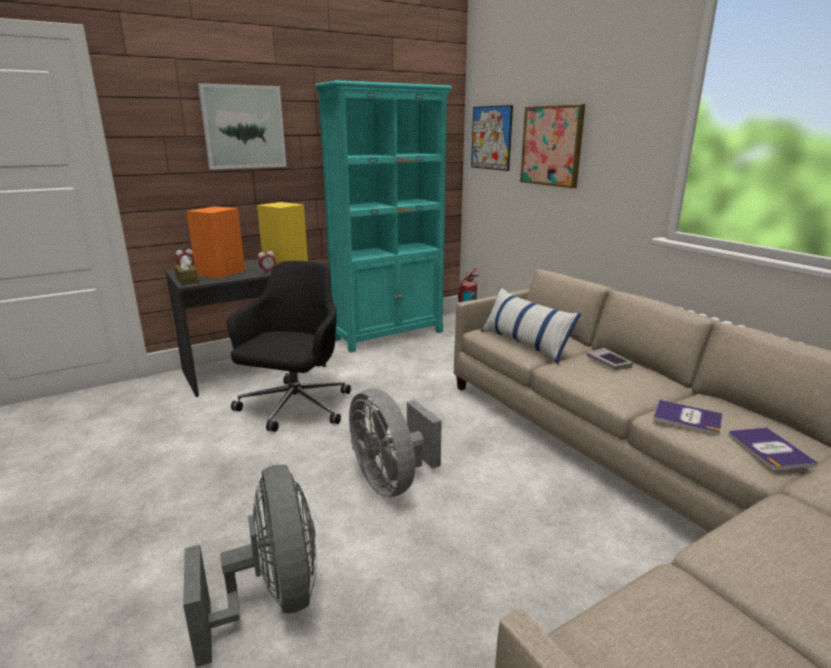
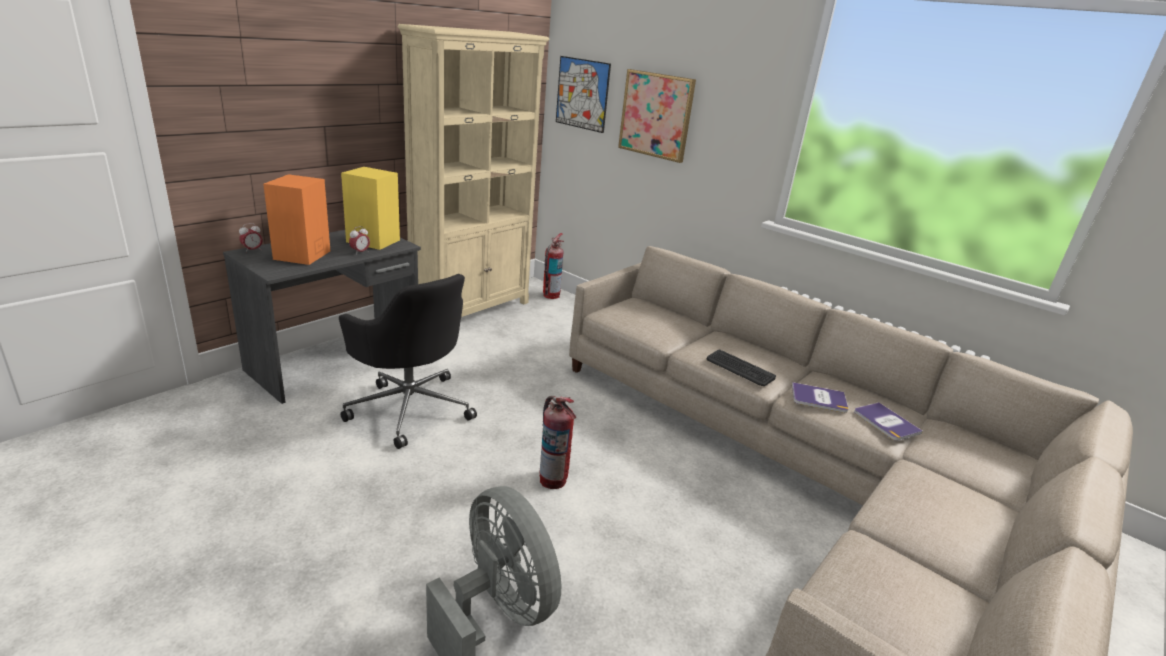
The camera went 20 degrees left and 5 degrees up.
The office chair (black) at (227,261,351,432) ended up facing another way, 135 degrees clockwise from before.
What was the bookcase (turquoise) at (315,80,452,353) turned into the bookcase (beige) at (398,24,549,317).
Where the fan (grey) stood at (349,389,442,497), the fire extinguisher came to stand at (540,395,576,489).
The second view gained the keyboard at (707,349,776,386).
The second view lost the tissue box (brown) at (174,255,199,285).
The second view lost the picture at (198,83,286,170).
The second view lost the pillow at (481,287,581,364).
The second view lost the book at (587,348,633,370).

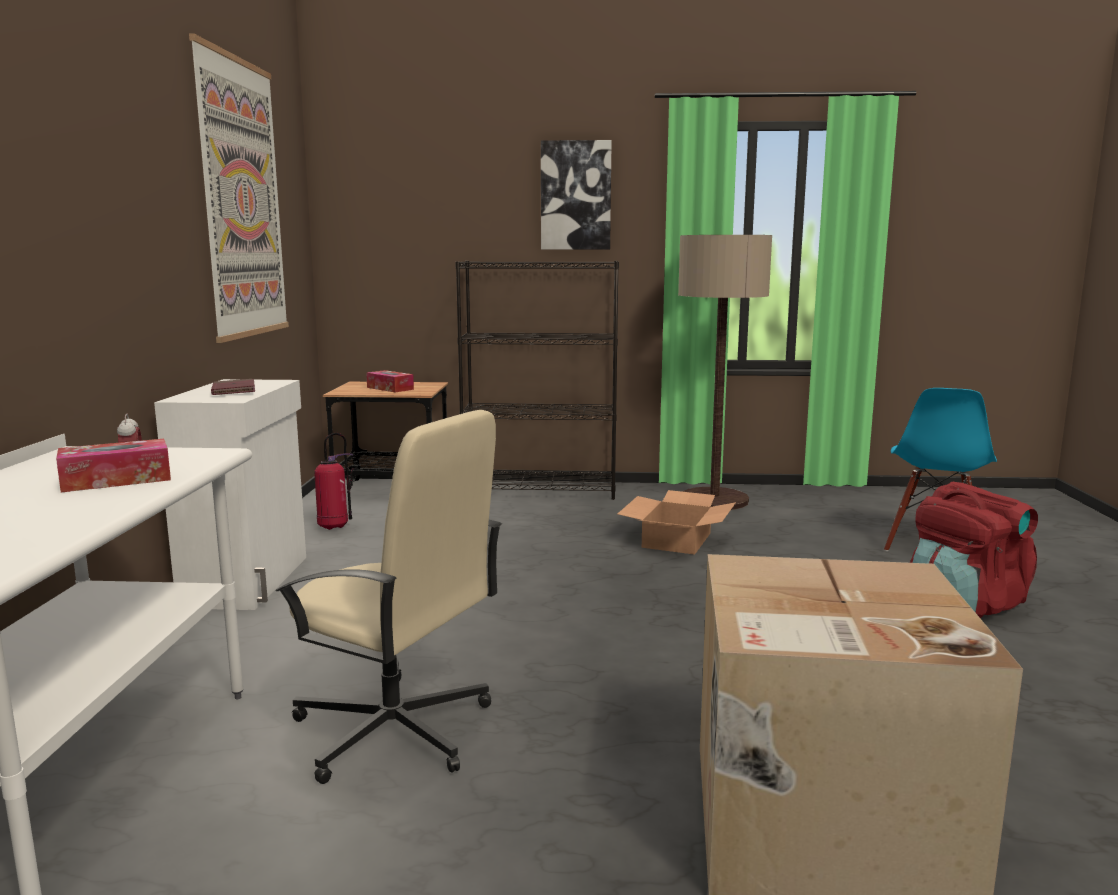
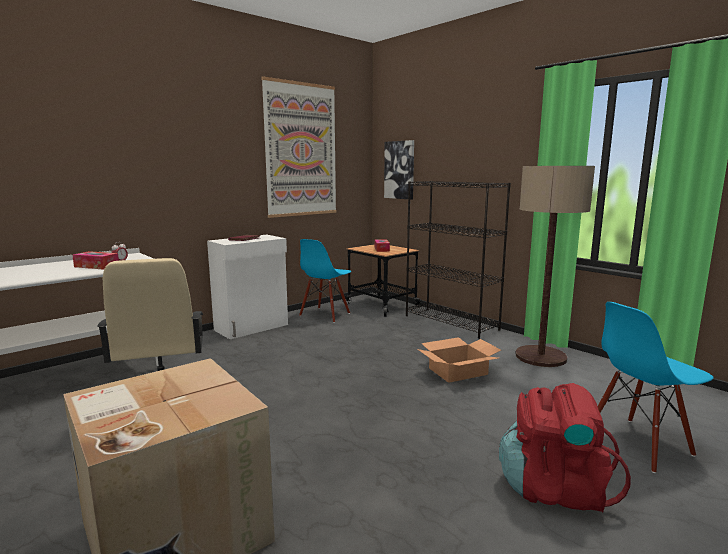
The camera went 45 degrees right and 0 degrees up.
Where the fire extinguisher stood at (314,433,353,530), the chair (blue) came to stand at (299,239,351,323).
The picture ended up elsewhere, having gone from (541,140,612,249) to (384,140,414,200).

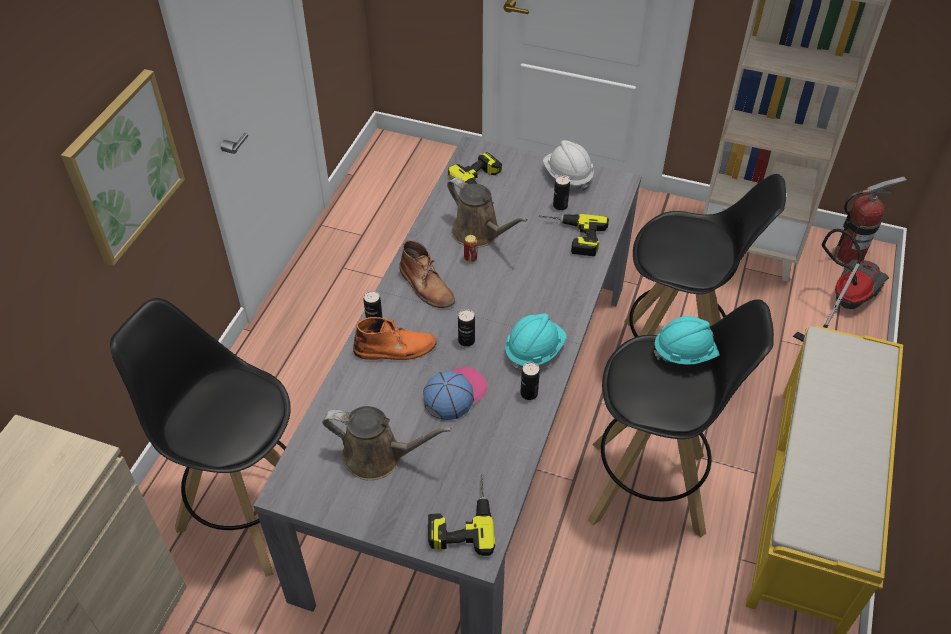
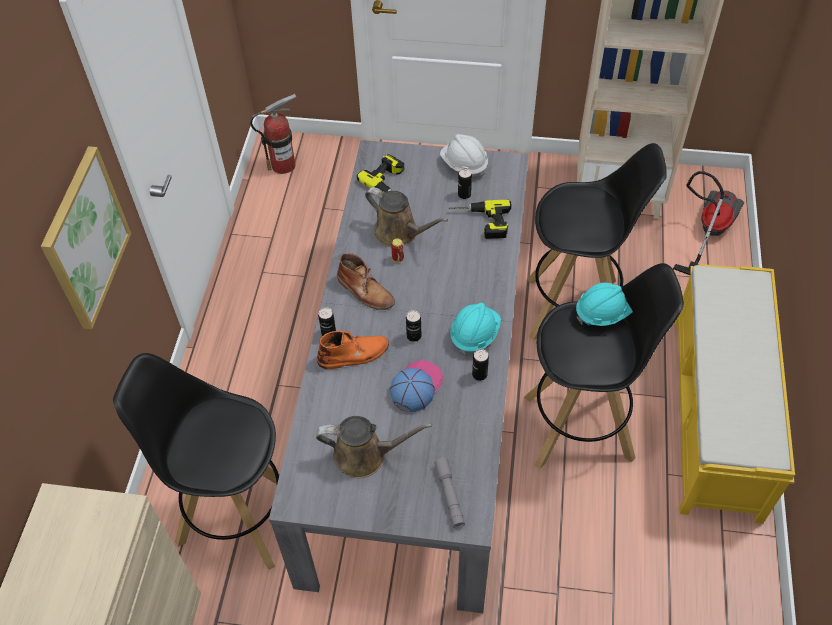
The camera went 10 degrees left and 5 degrees up.
The fire extinguisher ended up elsewhere, having gone from (833,177,906,264) to (250,94,296,174).
Where the power drill stood at (428,474,495,556), the flashlight (grey) came to stand at (434,457,465,528).

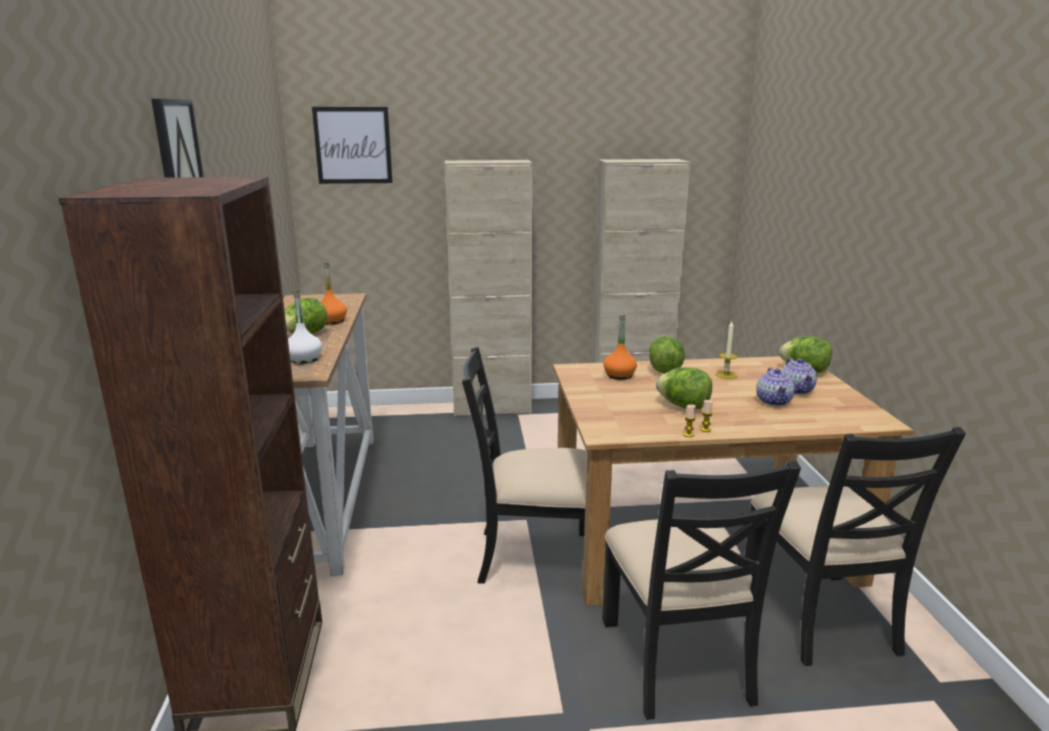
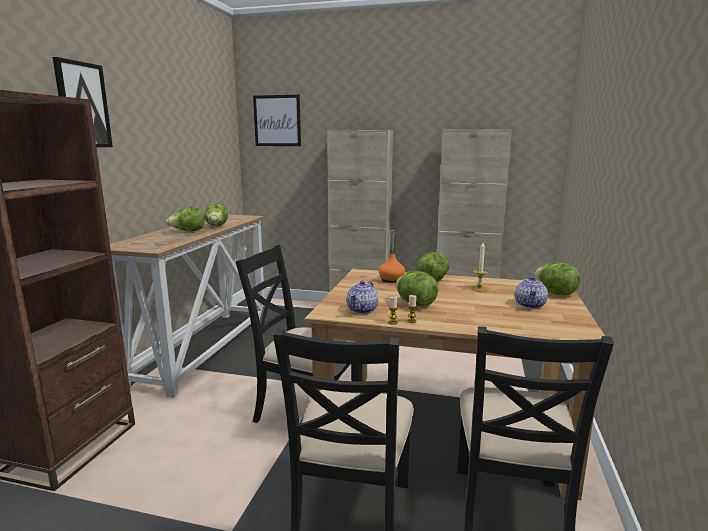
The camera went 20 degrees right and 5 degrees down.
Where the bottle (orange) stood at (321,262,347,325), the lettuce came to stand at (204,203,228,226).
The teapot ended up elsewhere, having gone from (756,368,795,406) to (347,280,378,314).
The second view lost the bottle (white) at (288,291,322,364).

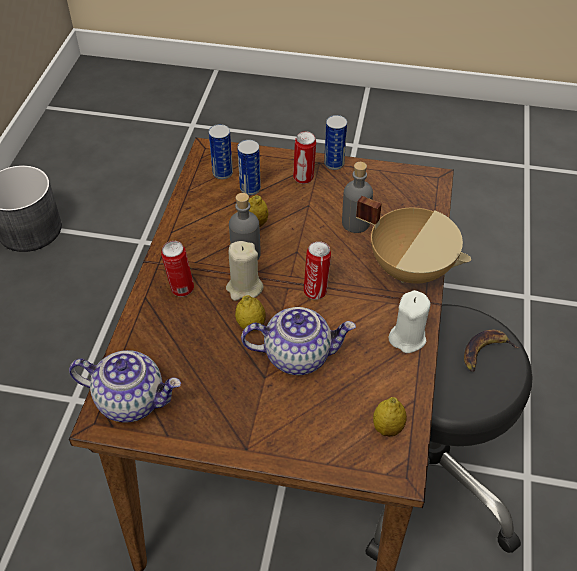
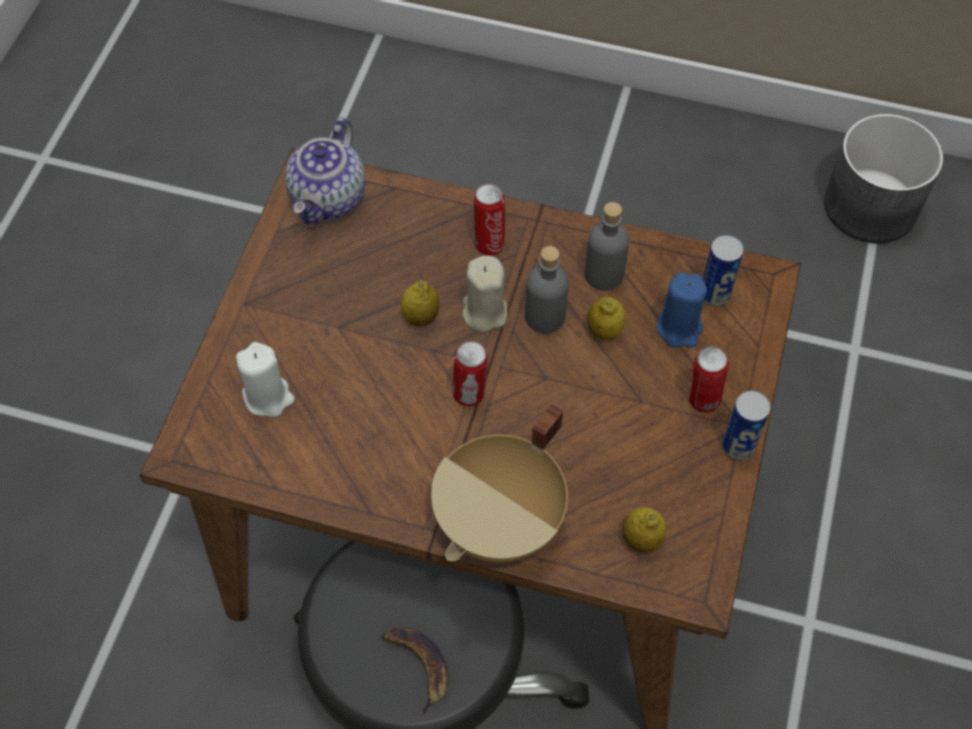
The camera went 95 degrees right and 10 degrees up.
The candle (white) ended up elsewhere, having gone from (389,290,431,353) to (236,342,295,417).
The bottle (grey) ended up elsewhere, having gone from (342,162,373,233) to (584,202,630,290).
The lemon ended up elsewhere, having gone from (373,397,407,436) to (623,507,666,552).
Where the can stood at (237,140,261,195), the candle (blue) came to stand at (656,272,707,348).
The second view lost the teapot at (241,307,356,375).

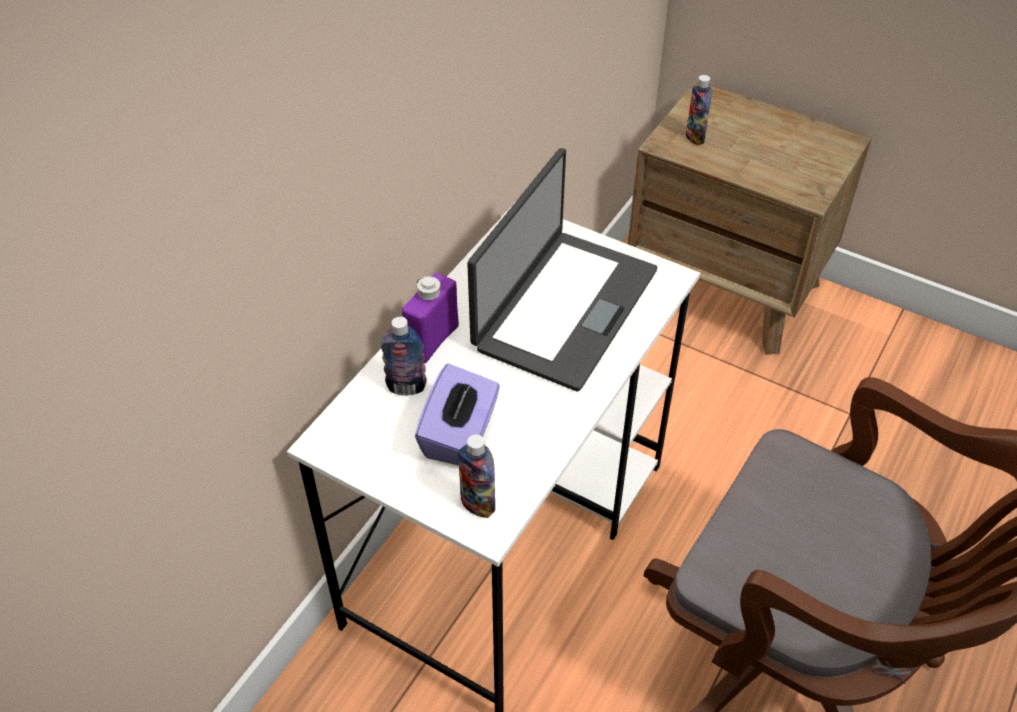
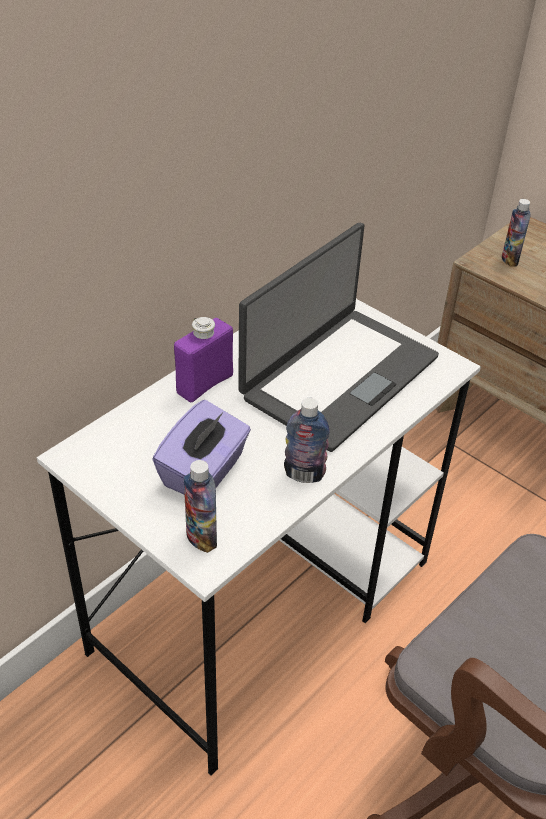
The camera went 10 degrees right and 5 degrees down.
The bottle ended up elsewhere, having gone from (381,317,427,396) to (284,398,330,483).

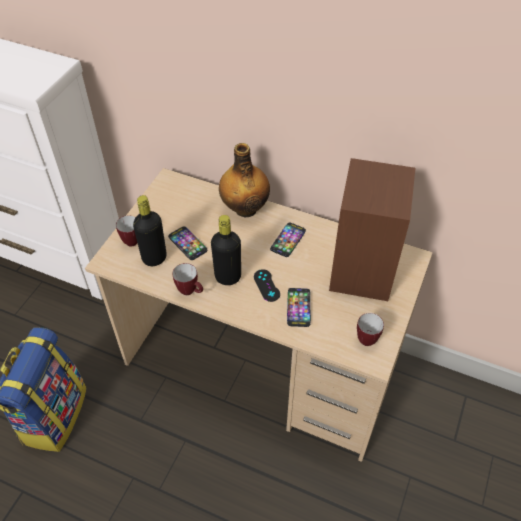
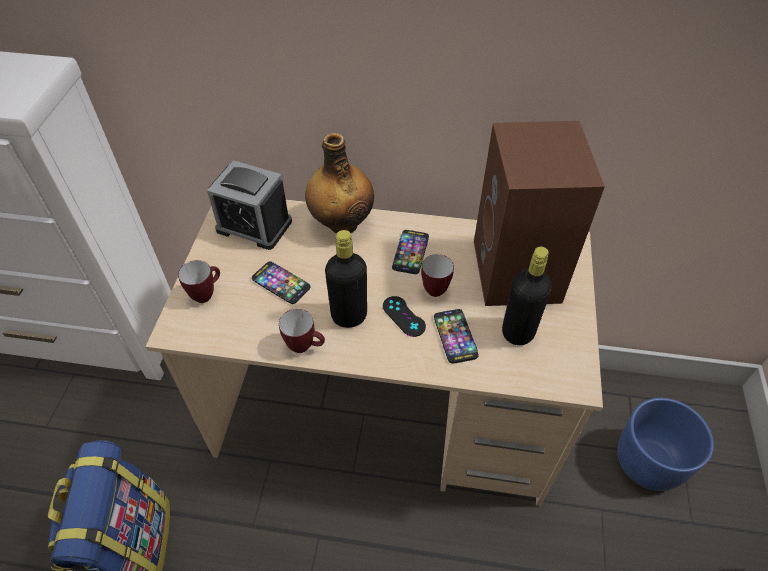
The camera went 15 degrees left and 0 degrees up.
The second view gained the alarm clock at (207,160,292,250).
The mug ended up elsewhere, having gone from (357,313,384,346) to (421,254,454,297).
The bottle (black) ended up elsewhere, having gone from (133,195,167,266) to (502,247,552,345).
The second view gained the planter (blue) at (618,398,714,491).

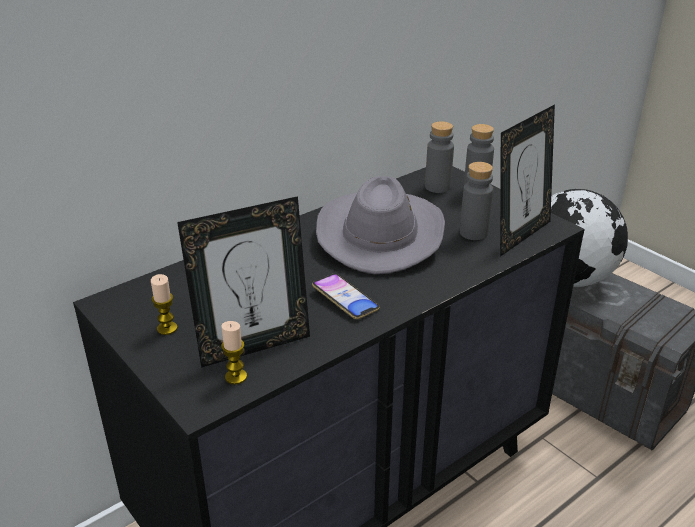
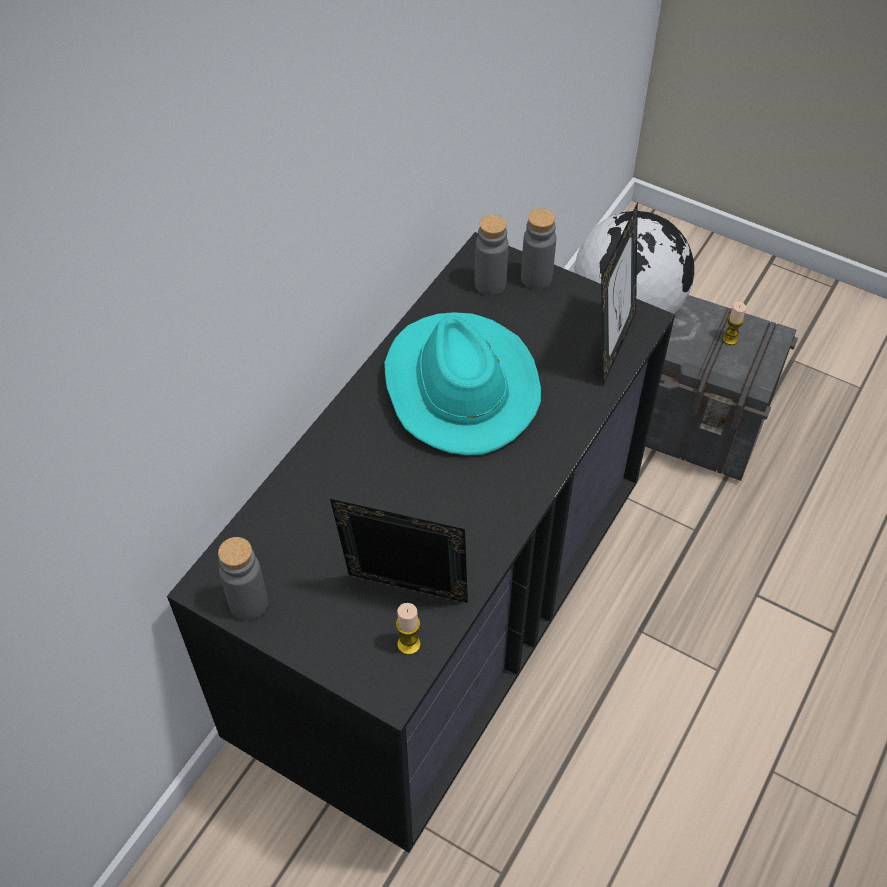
The camera went 20 degrees left and 20 degrees up.
The bottle (grey) ended up elsewhere, having gone from (460,162,493,240) to (218,537,268,620).
The picture frame at (177,196,310,368) ended up facing another way, 120 degrees counterclockwise from before.
What was the hat (grey) at (316,176,445,275) turned into the hat (turquoise) at (384,312,541,455).
The candle ended up elsewhere, having gone from (151,274,178,335) to (722,301,746,345).
The second view lost the phone at (312,274,380,319).

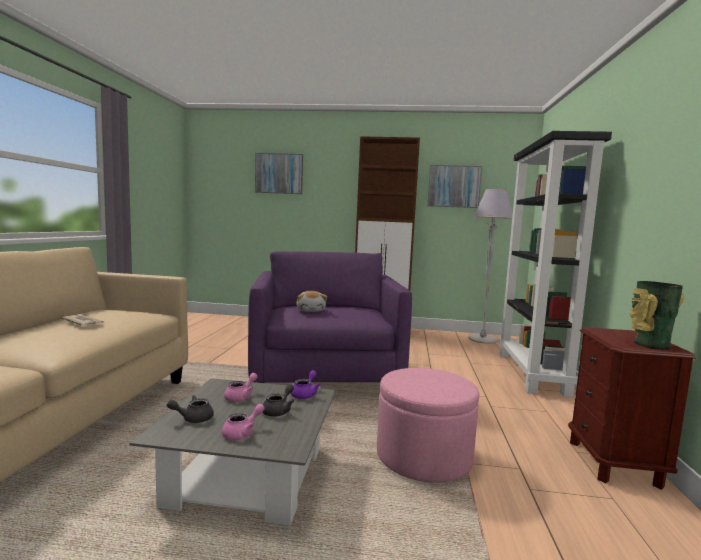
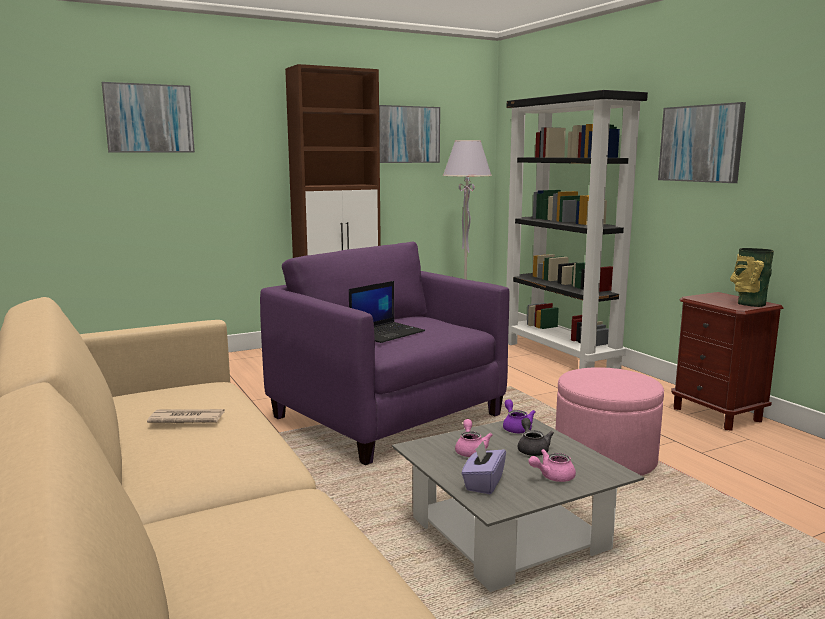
The camera went 35 degrees left and 5 degrees up.
Where the plush toy stood at (296,291,327,312), the laptop came to stand at (349,281,425,343).
Where the teapot (grey) stood at (167,395,214,423), the tissue box (purple) came to stand at (462,441,506,494).
The teapot (pink) at (222,404,265,440) ended up facing another way, 120 degrees counterclockwise from before.
The second view gained the picture at (658,102,746,183).

